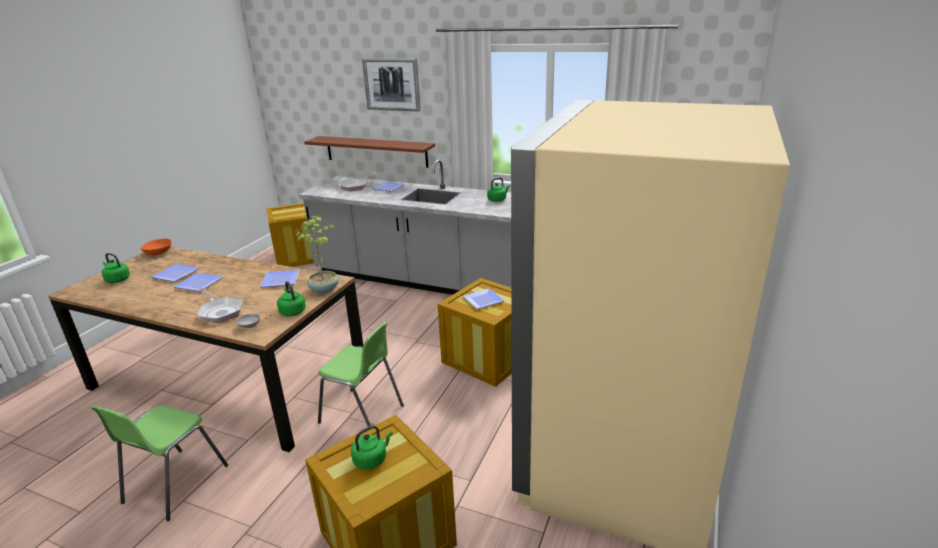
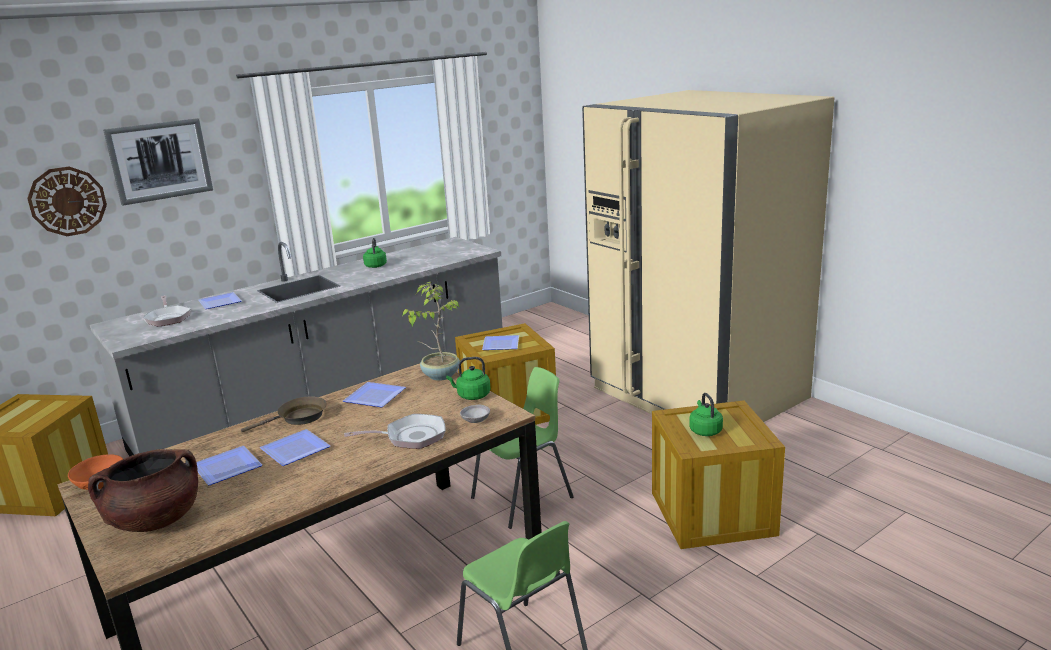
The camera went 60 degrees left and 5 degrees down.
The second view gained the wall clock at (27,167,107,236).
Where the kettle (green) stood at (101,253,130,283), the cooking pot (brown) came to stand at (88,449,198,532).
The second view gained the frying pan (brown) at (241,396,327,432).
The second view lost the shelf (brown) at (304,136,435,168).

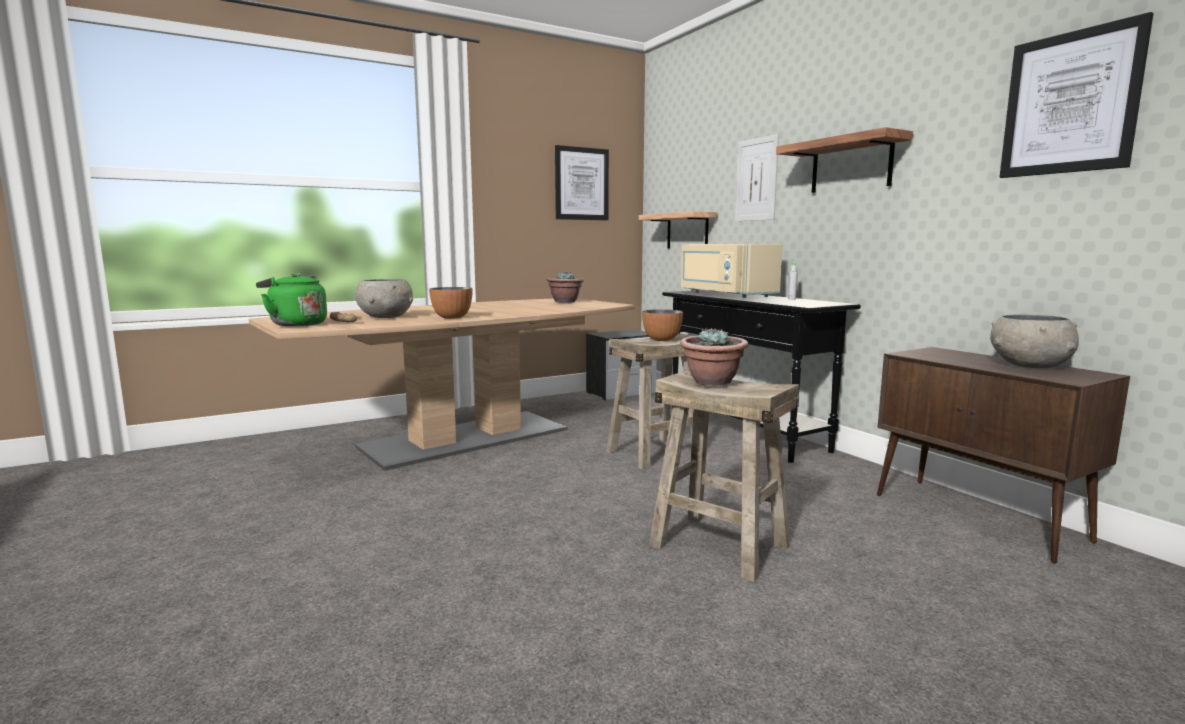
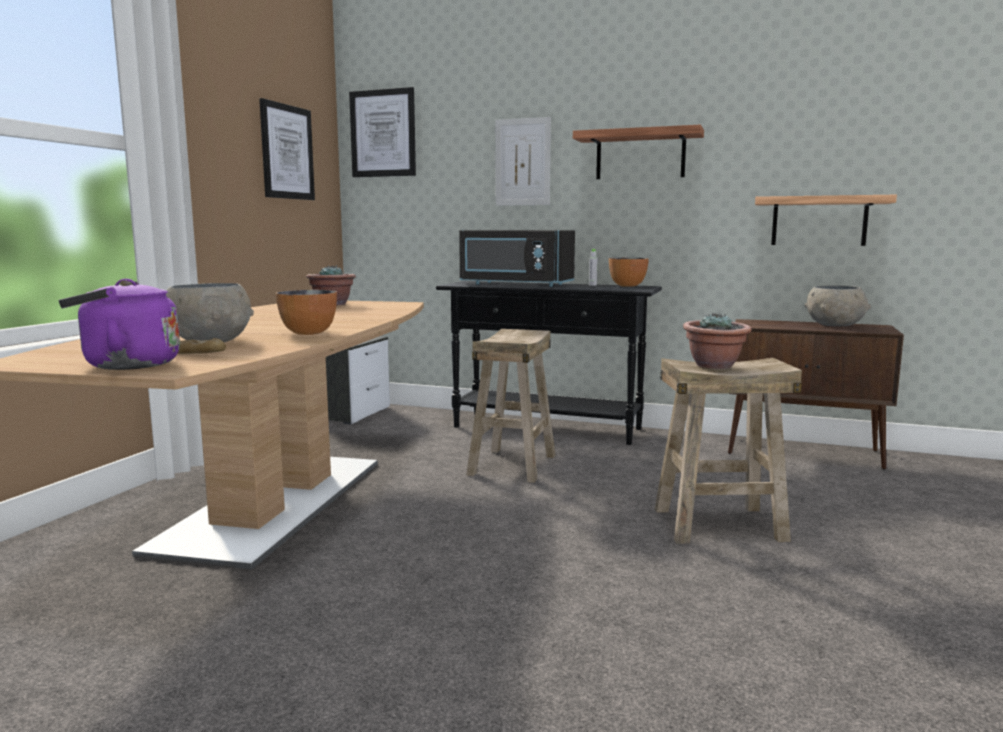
The camera went 40 degrees left and 0 degrees up.
What was the kettle (green) at (256,273,327,326) turned into the kettle (purple) at (59,279,180,370).
The picture ended up elsewhere, having gone from (999,12,1153,178) to (349,87,416,177).
What was the microwave (beige) at (681,244,783,298) turned into the microwave (black) at (459,230,575,287).
The bowl ended up elsewhere, having gone from (642,309,683,341) to (609,258,649,287).
The shelf ended up elsewhere, having gone from (639,211,718,249) to (755,195,897,246).

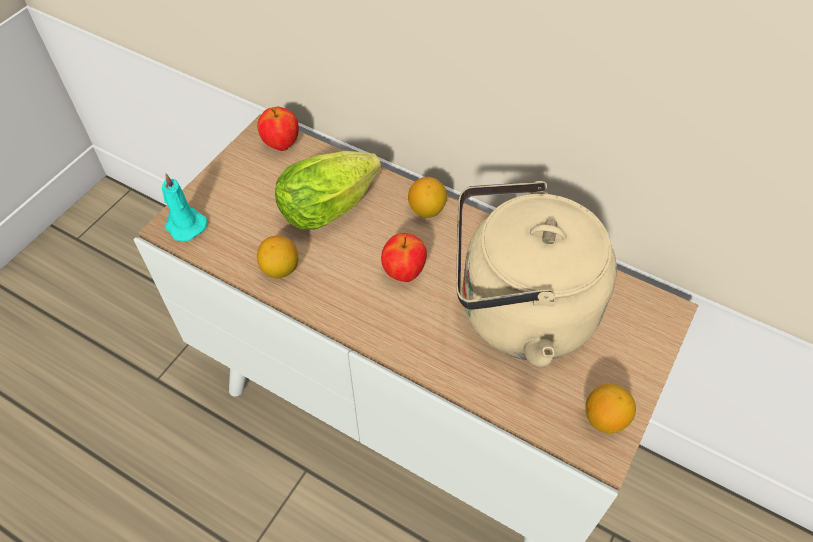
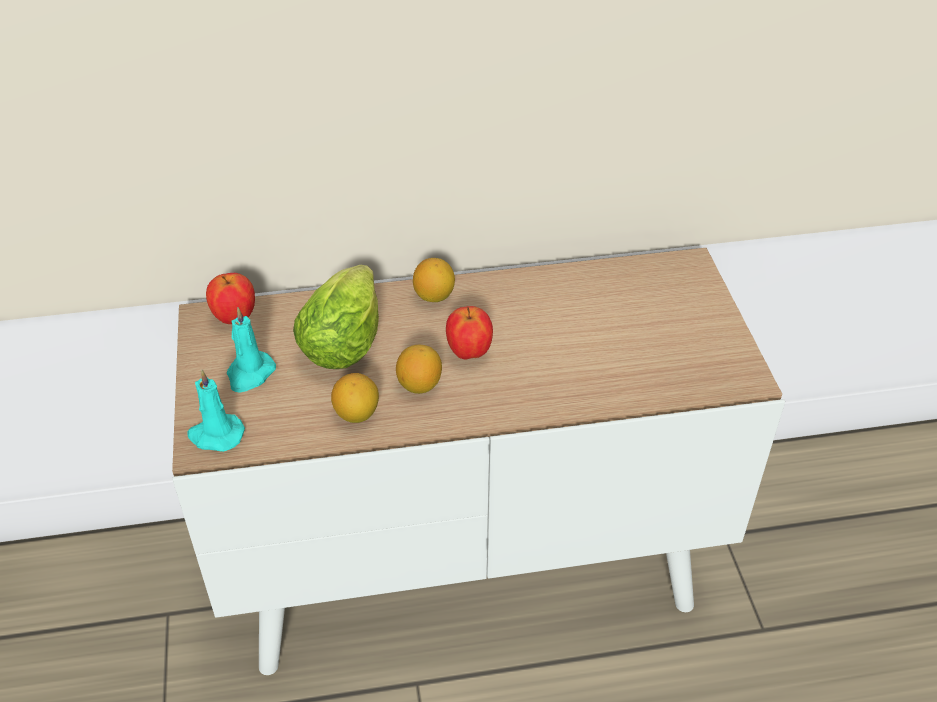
The camera went 40 degrees left and 10 degrees down.
The second view gained the candle (turquoise) at (227,307,276,392).
The lemon ended up elsewhere, having gone from (585,384,636,434) to (396,345,442,394).
The second view lost the kettle (beige) at (456,181,617,367).

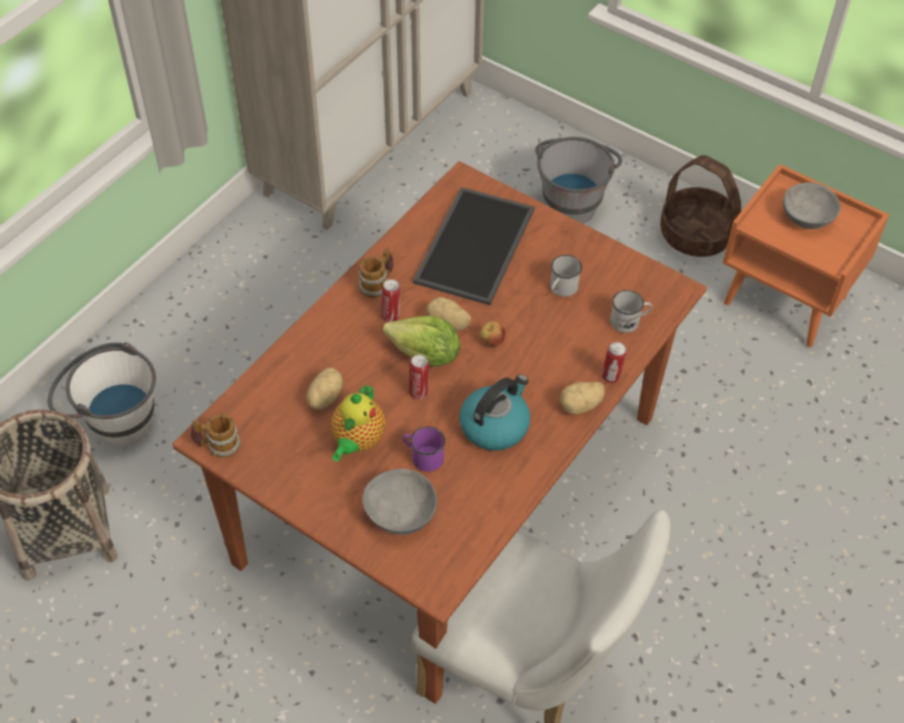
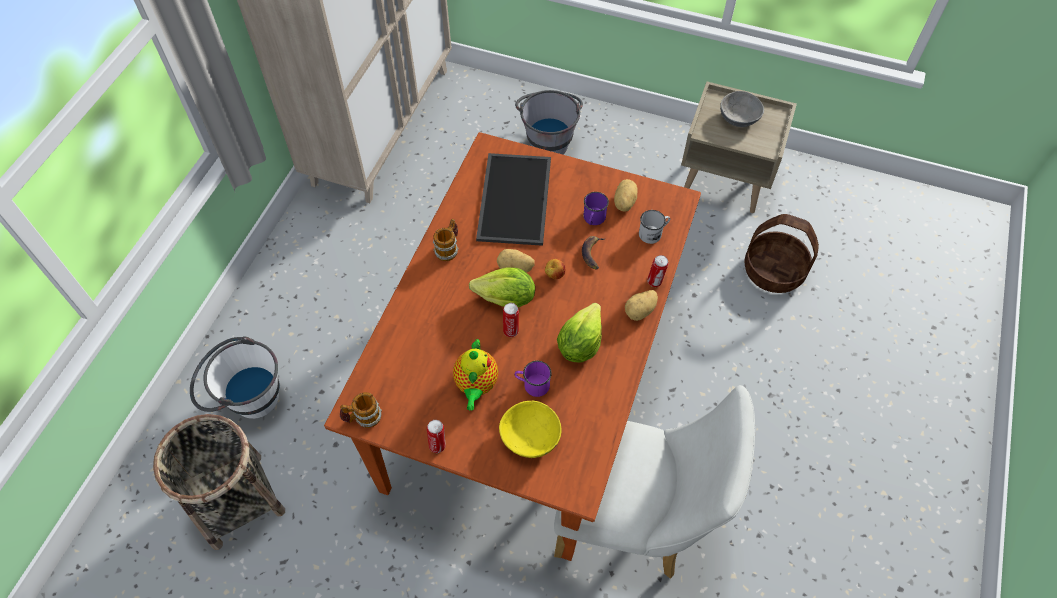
The camera went 15 degrees left and 5 degrees up.
The can ended up elsewhere, having gone from (381,279,401,322) to (427,420,446,453).
What was the bowl (grey) at (362,469,437,535) turned into the bowl (yellow) at (499,401,561,458).
Where the kettle stood at (459,374,530,451), the lettuce came to stand at (557,303,602,363).
The second view gained the banana at (582,236,606,270).
What was the mug (white) at (550,255,582,297) turned into the mug (purple) at (583,192,609,225).
The potato ended up elsewhere, having gone from (306,368,343,410) to (614,179,638,211).
What was the nightstand (orange) at (723,164,889,347) turned into the nightstand (beige) at (681,82,797,213).
The basket ended up elsewhere, having gone from (660,155,741,257) to (745,214,819,293).

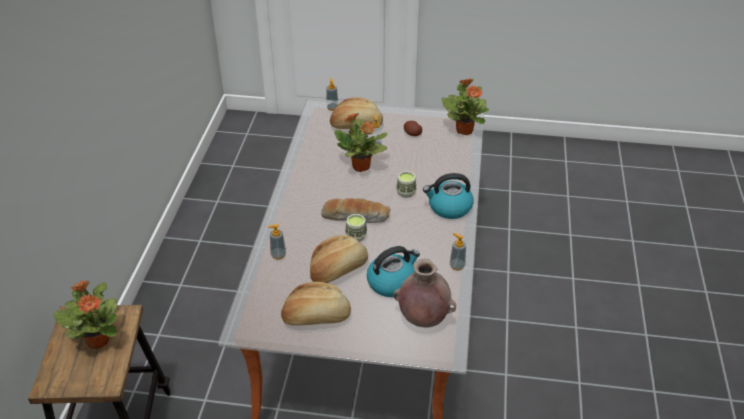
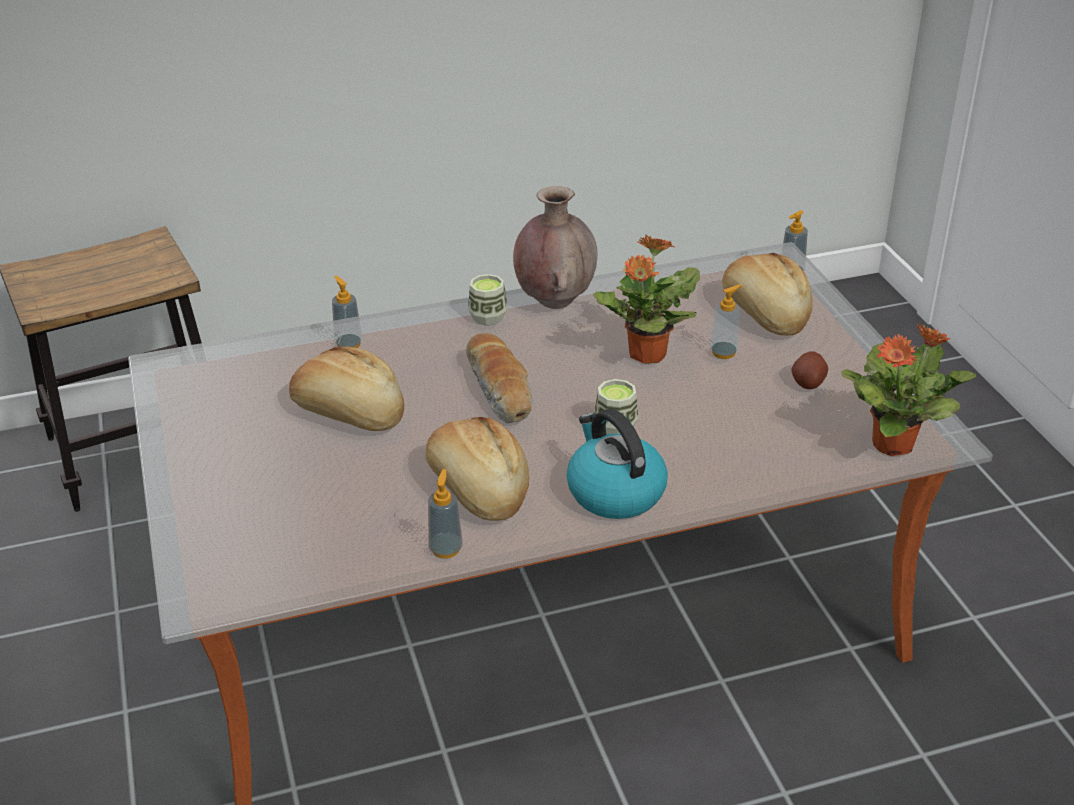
The camera went 65 degrees right and 5 degrees down.
The bread ended up elsewhere, having gone from (281,282,351,326) to (425,417,529,521).
The cup ended up elsewhere, having gone from (345,214,367,242) to (468,274,507,325).
The vase (brown) ended up elsewhere, having gone from (393,259,456,327) to (513,186,598,309).
The second view lost the potted plant at (53,280,117,349).
The second view lost the kettle at (367,246,420,297).

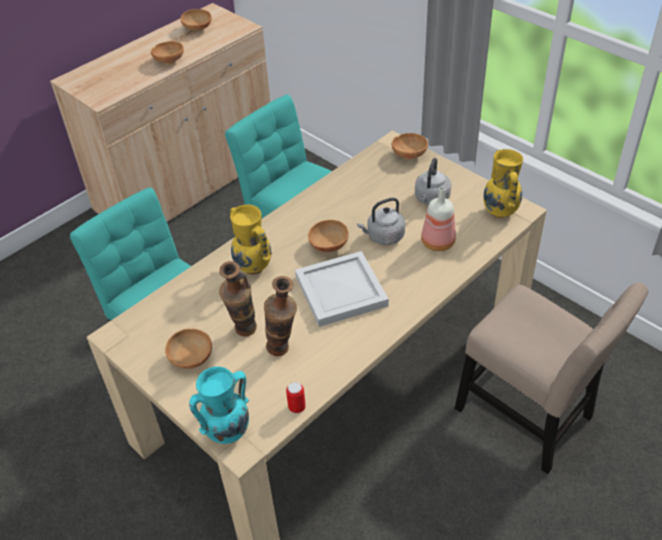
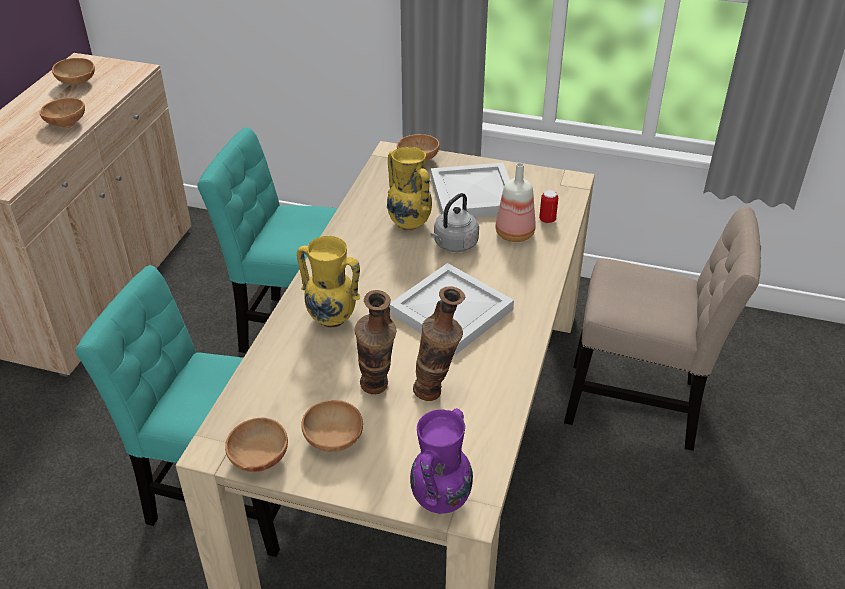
The camera went 30 degrees left and 5 degrees down.
The bowl (brown) ended up elsewhere, having gone from (308,220,349,252) to (225,418,288,472).
The vase (yellow) ended up elsewhere, having gone from (483,149,523,218) to (387,147,432,231).
What was the vase (turquoise) at (189,366,249,444) turned into the vase (purple) at (410,408,473,514).
Where the kettle (grey) stood at (415,158,451,205), the tray (white) came to stand at (431,163,510,217).
The can ended up elsewhere, having gone from (286,382,306,414) to (539,190,558,224).

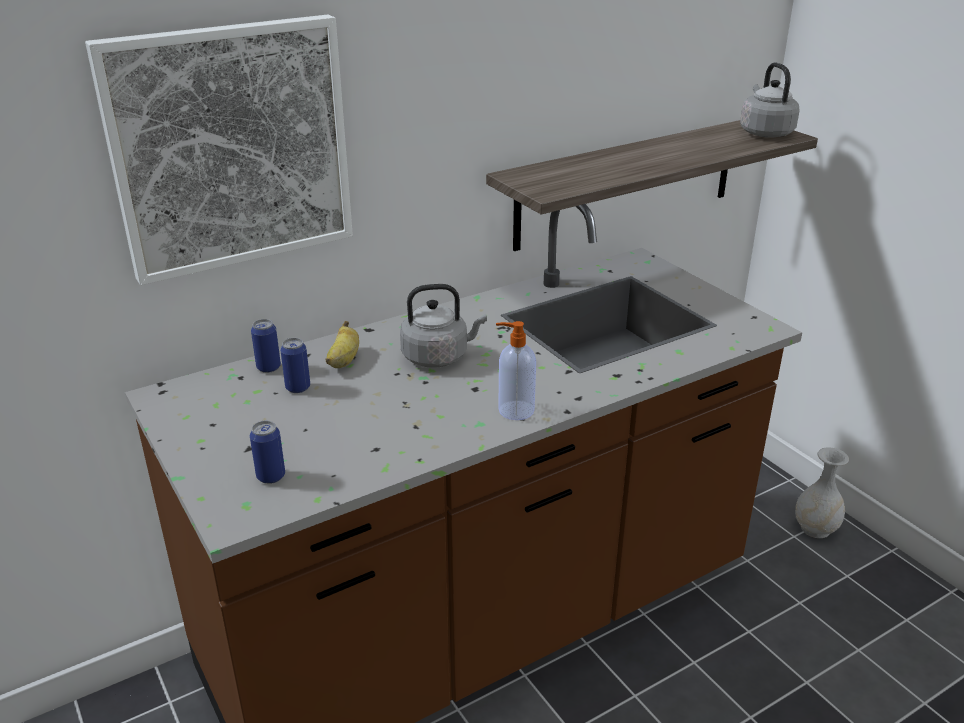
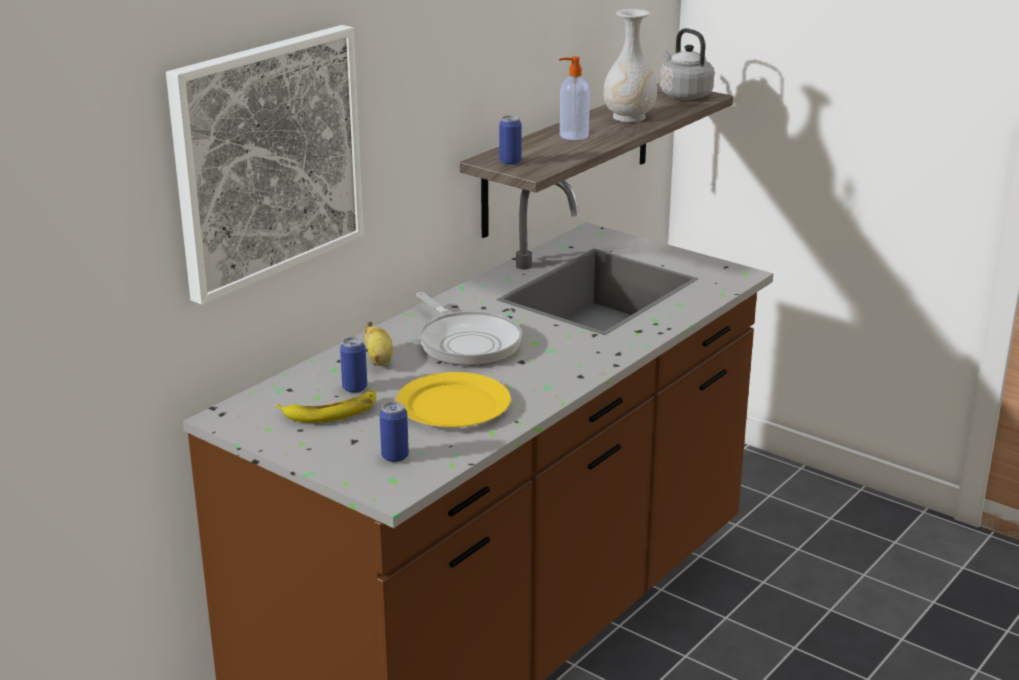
The camera went 20 degrees left and 5 degrees down.
The second view gained the banana at (276,390,376,423).
The second view gained the plate (yellow) at (396,372,511,427).
Where the kettle (grey) stood at (400,284,487,368), the frying pan came to stand at (416,292,522,366).
The can ended up elsewhere, having gone from (251,319,281,373) to (499,115,521,165).
The soap dispenser ended up elsewhere, having gone from (496,321,536,420) to (559,56,590,140).
The vase (white) ended up elsewhere, having gone from (795,447,849,538) to (603,9,657,122).

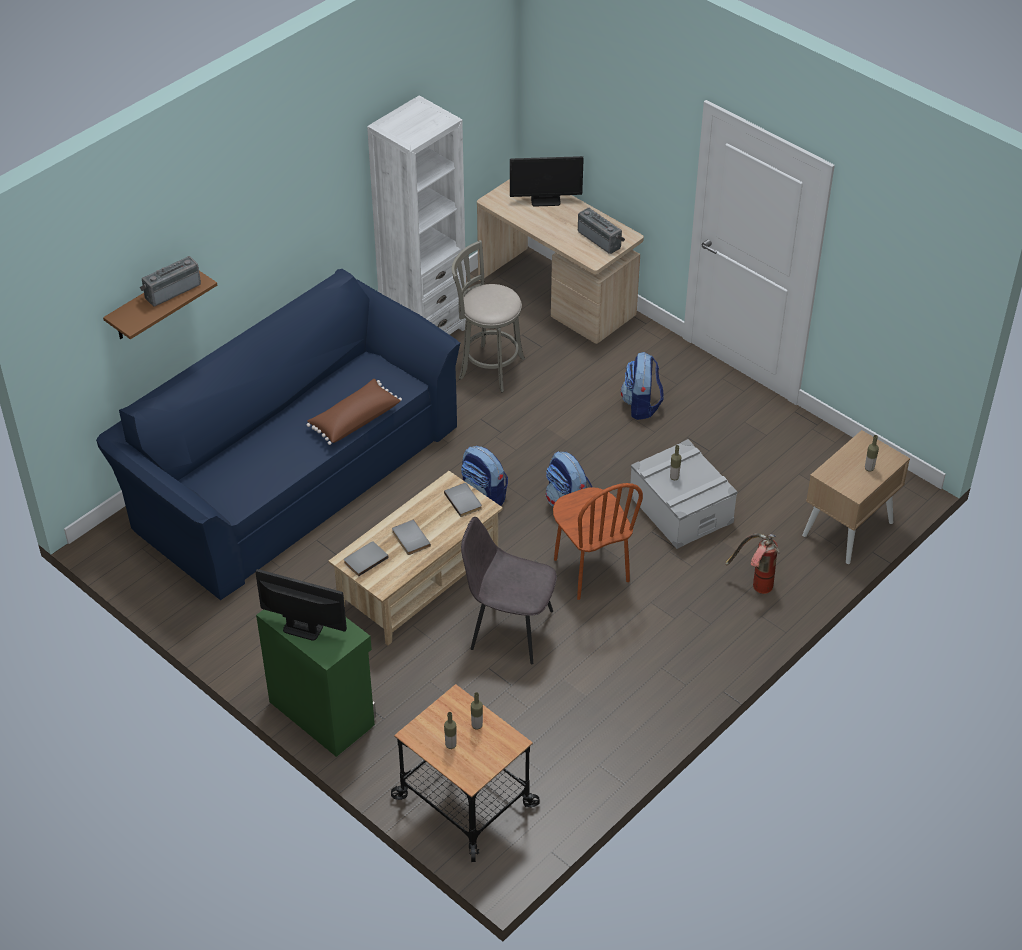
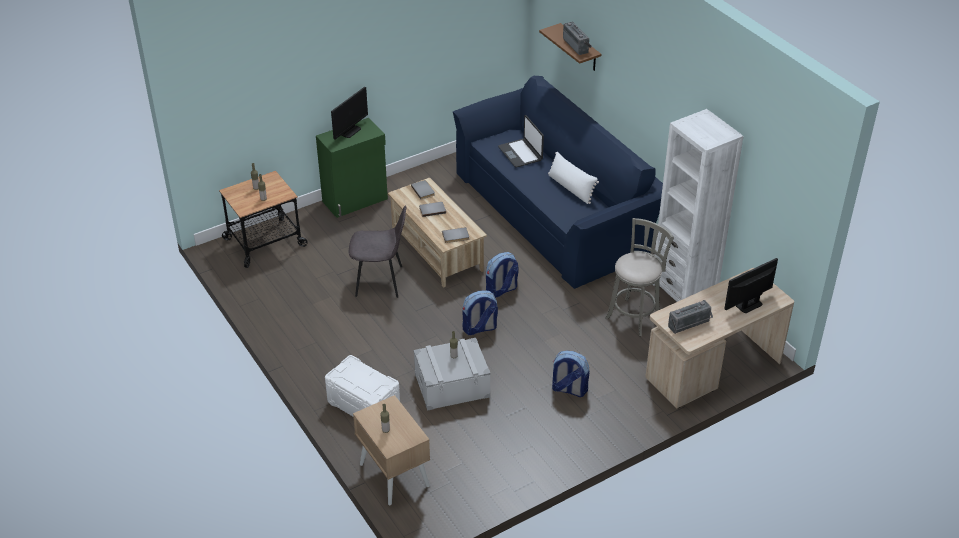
The camera went 105 degrees right and 5 degrees down.
Where the fire extinguisher stood at (725,533,780,594), the storage box (white) came to stand at (325,355,400,416).
The chair (grey) at (461,517,557,664) ended up facing another way, 60 degrees clockwise from before.
The second view gained the laptop at (498,115,544,168).
The second view gained the pillow (white) at (548,151,599,204).
The monitor at (510,156,584,207) ended up facing another way, 45 degrees clockwise from before.
The second view lost the pillow (brown) at (307,379,402,445).
The second view lost the chair (brown) at (553,483,643,600).

